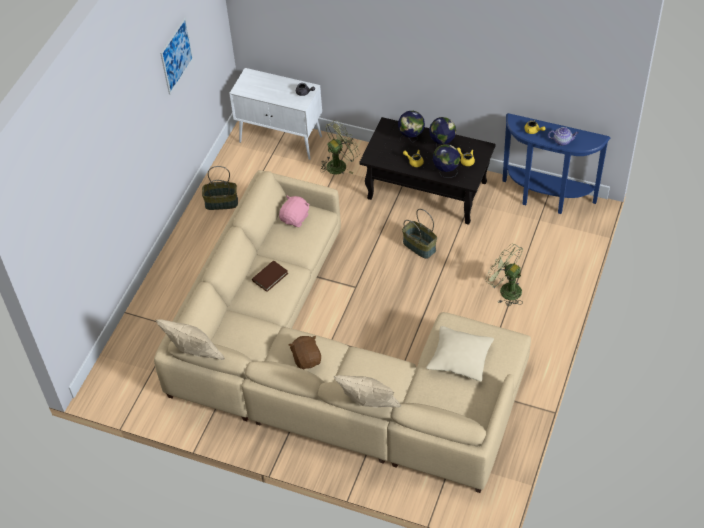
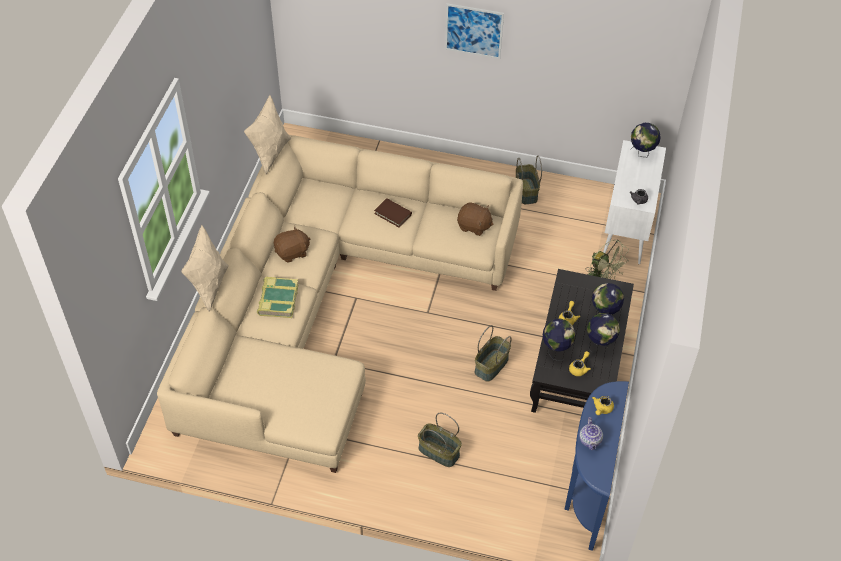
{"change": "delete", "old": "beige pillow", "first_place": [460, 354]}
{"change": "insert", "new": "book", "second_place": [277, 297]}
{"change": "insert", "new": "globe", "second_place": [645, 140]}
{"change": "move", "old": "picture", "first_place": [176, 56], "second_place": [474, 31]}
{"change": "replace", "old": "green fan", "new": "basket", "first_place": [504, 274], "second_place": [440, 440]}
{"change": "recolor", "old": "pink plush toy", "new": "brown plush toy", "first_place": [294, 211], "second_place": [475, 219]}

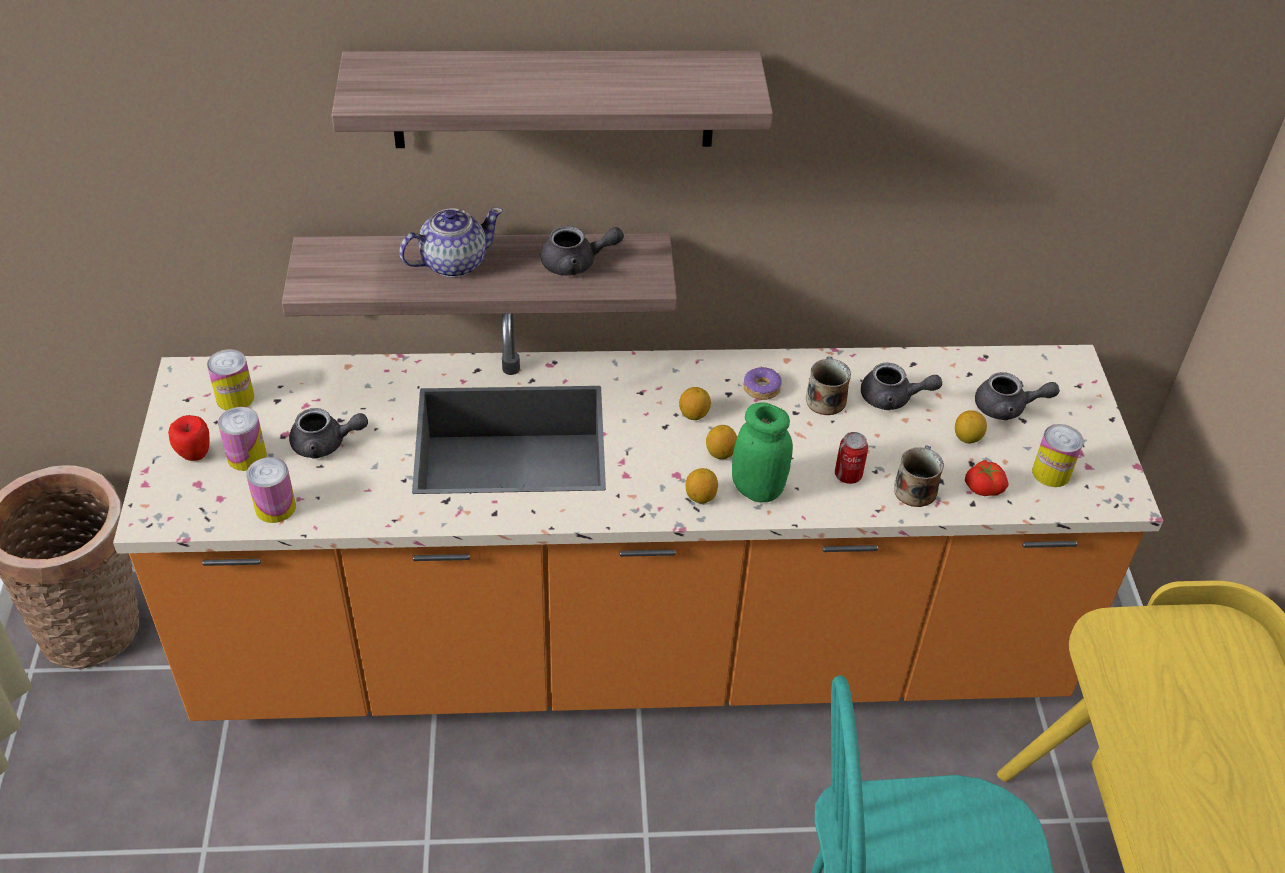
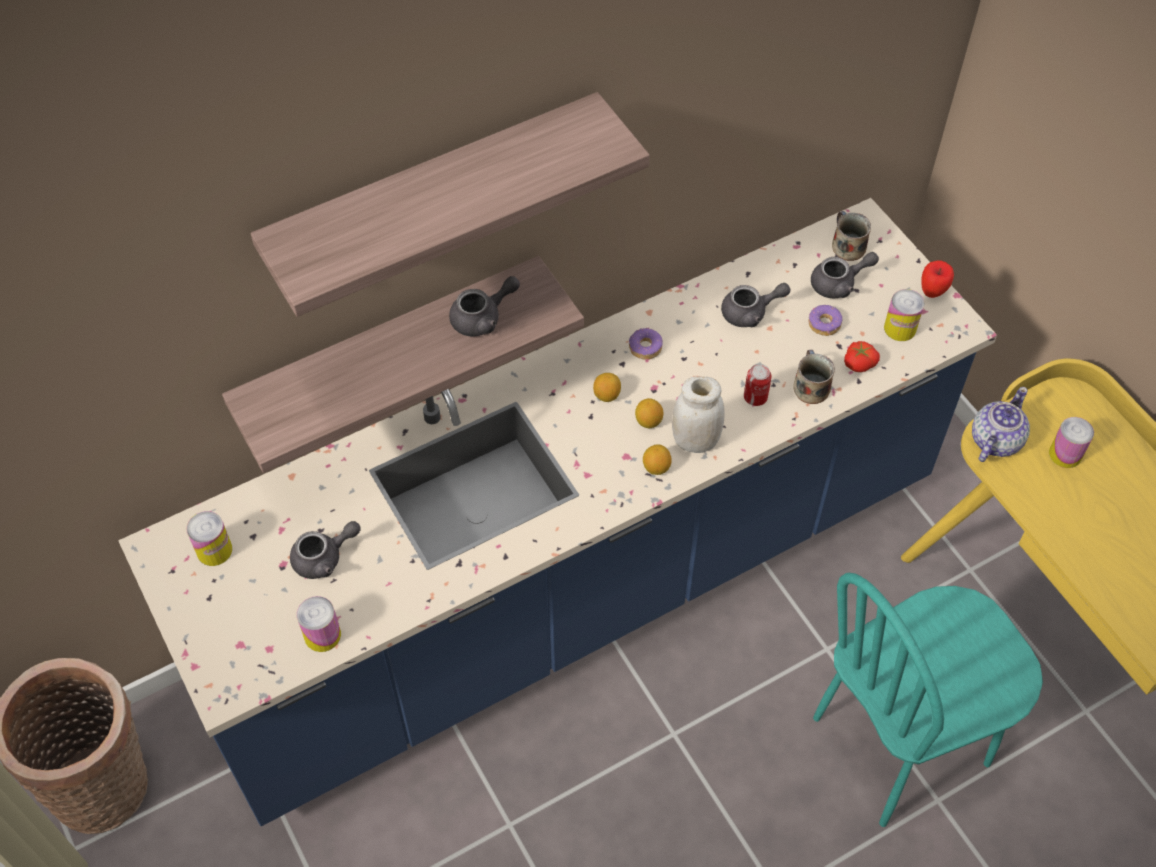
{"change": "move", "old": "apple", "first_place": [189, 438], "second_place": [937, 279]}
{"change": "move", "old": "can", "first_place": [242, 439], "second_place": [1071, 442]}
{"change": "move", "old": "teapot", "first_place": [451, 242], "second_place": [1001, 424]}
{"change": "move", "old": "mug", "first_place": [828, 386], "second_place": [851, 236]}
{"change": "replace", "old": "lemon", "new": "donut", "first_place": [971, 426], "second_place": [825, 320]}
{"change": "recolor", "old": "orange counter", "new": "blue counter", "first_place": [638, 517], "second_place": [557, 512]}
{"change": "recolor", "old": "green jar", "new": "white jar", "first_place": [762, 452], "second_place": [698, 414]}

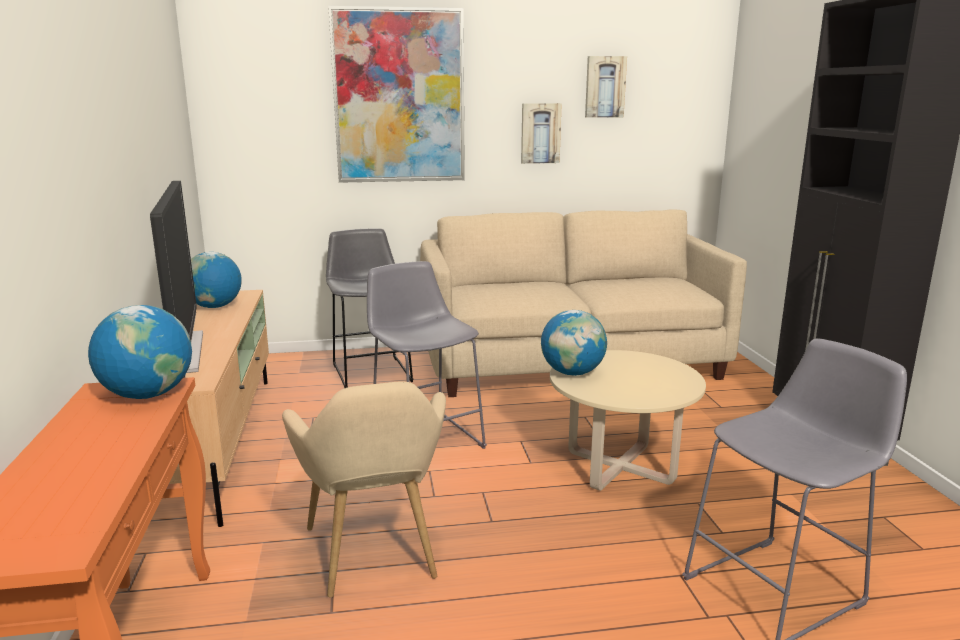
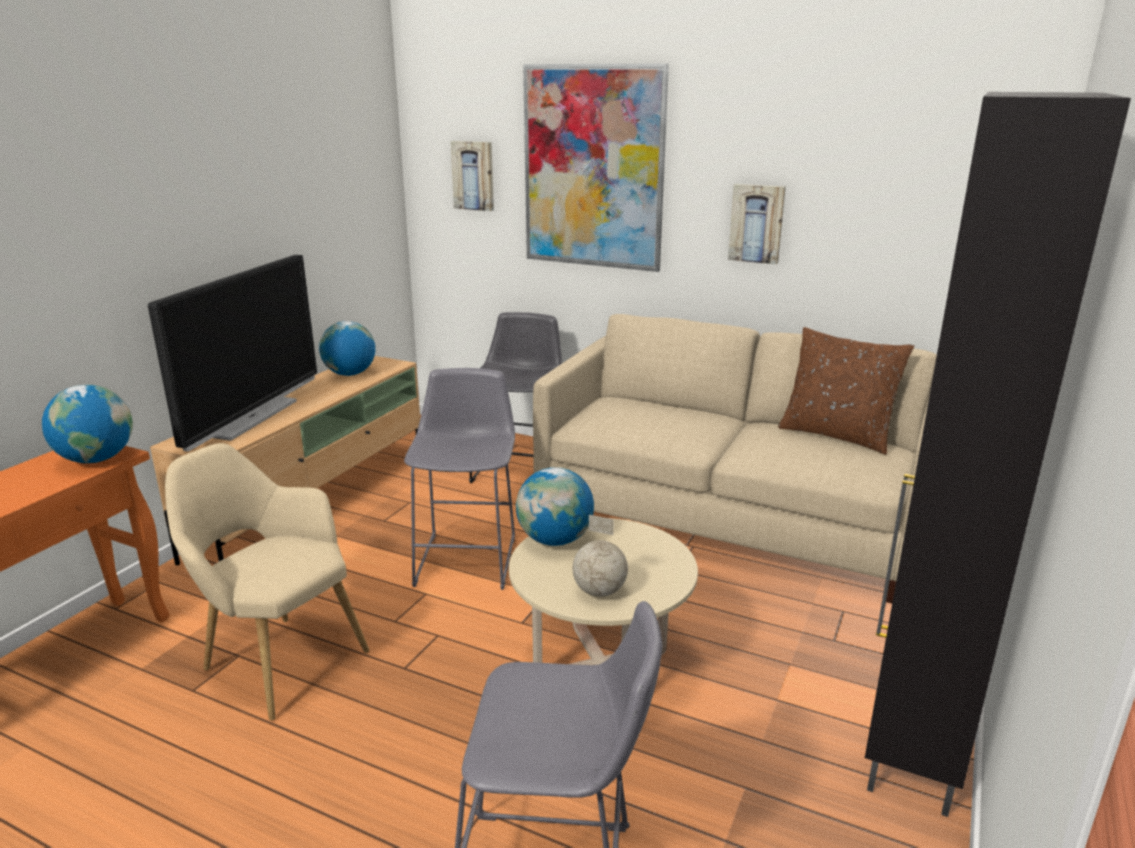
{"change": "insert", "new": "globe", "second_place": [600, 556]}
{"change": "insert", "new": "brown pillow", "second_place": [846, 391]}
{"change": "move", "old": "picture", "first_place": [606, 87], "second_place": [472, 176]}
{"change": "rotate", "old": "beige armchair", "first_place": [364, 489], "second_place": [267, 582], "degrees": 105}

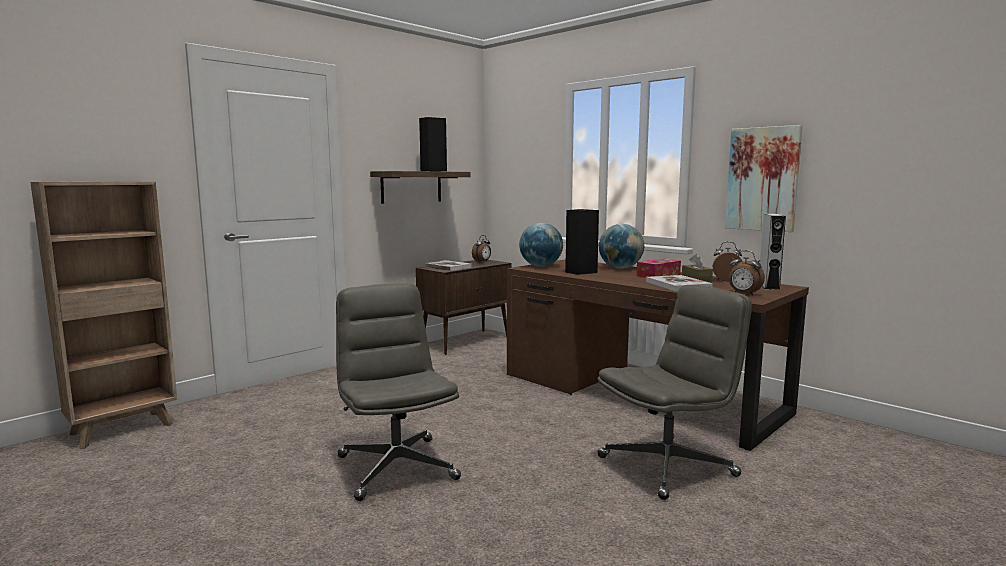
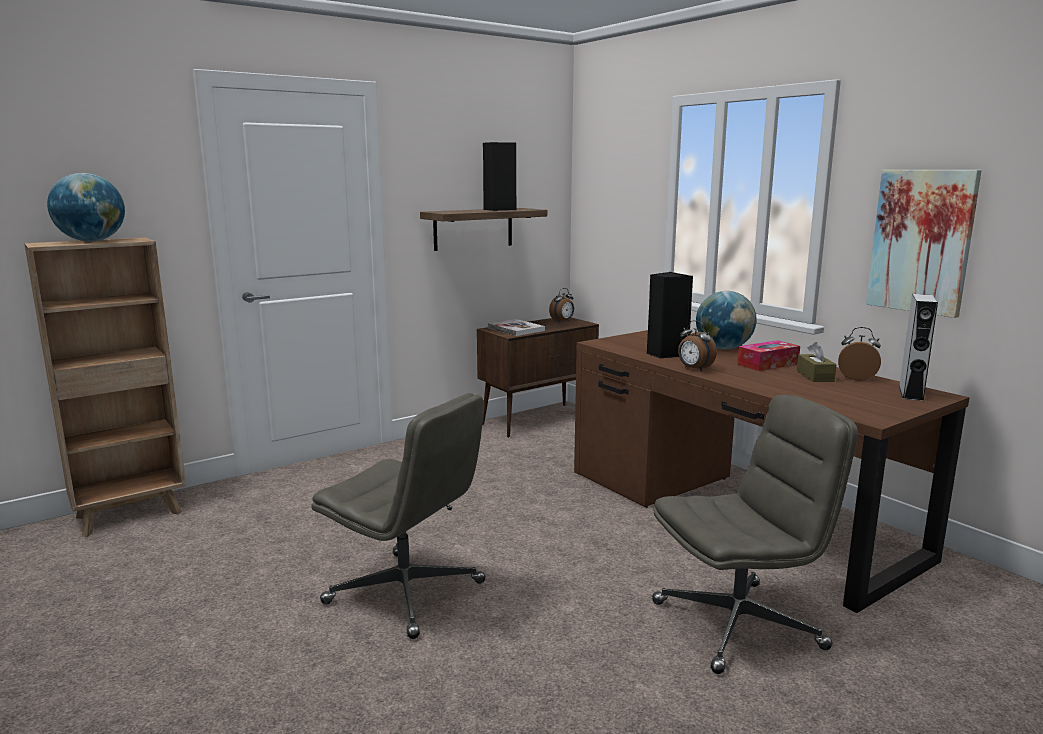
{"change": "delete", "old": "book", "first_place": [679, 283]}
{"change": "move", "old": "globe", "first_place": [541, 245], "second_place": [86, 207]}
{"change": "move", "old": "alarm clock", "first_place": [747, 273], "second_place": [697, 346]}
{"change": "rotate", "old": "grey office chair", "first_place": [398, 392], "second_place": [398, 516], "degrees": 135}

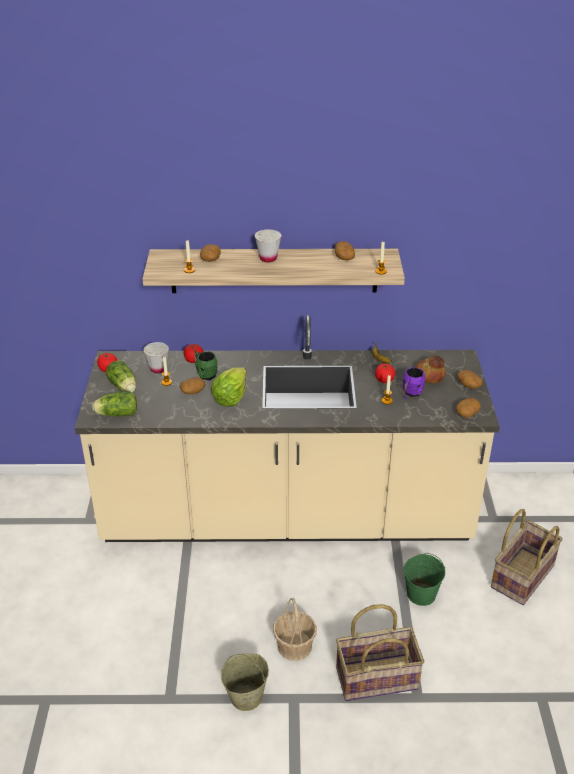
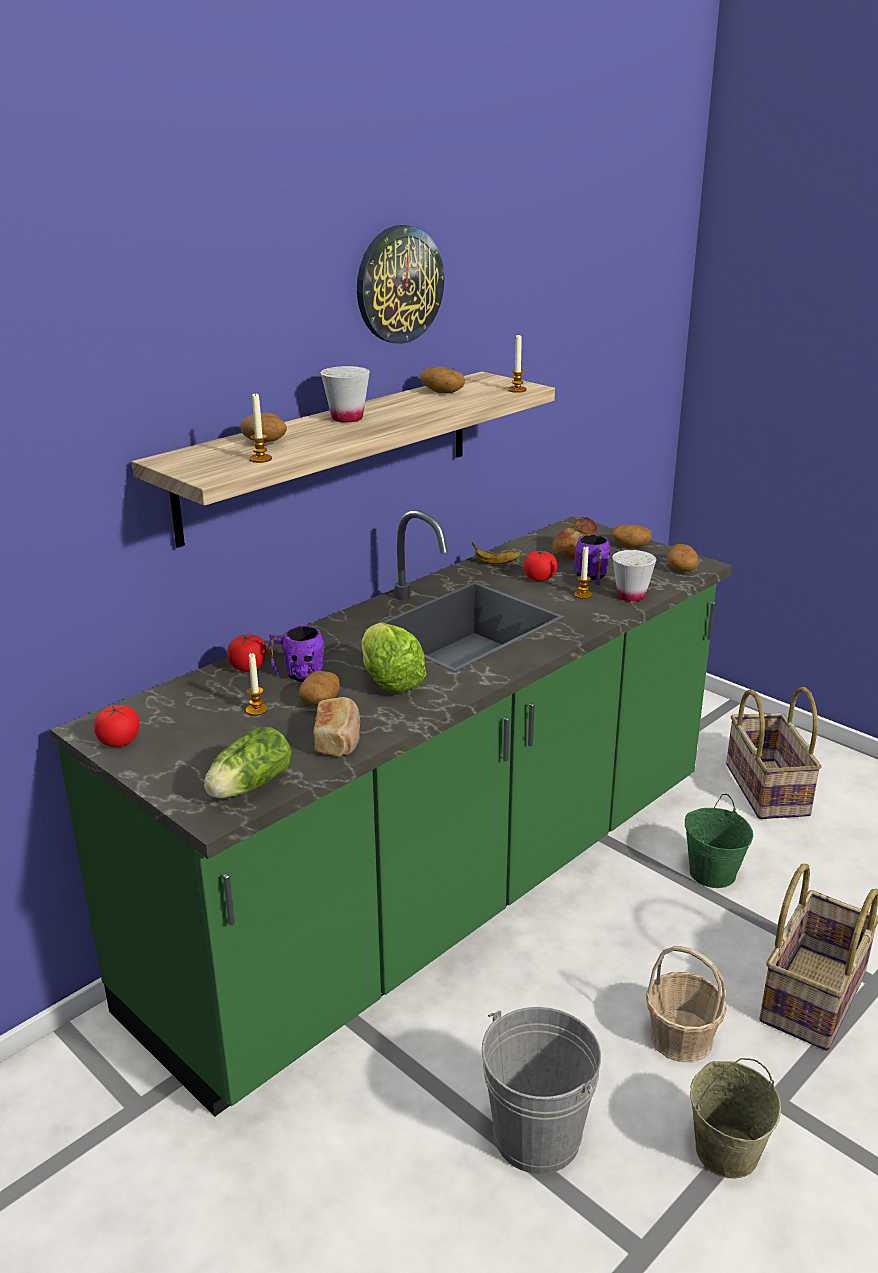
{"change": "delete", "old": "lettuce", "first_place": [121, 376]}
{"change": "insert", "new": "bread", "second_place": [336, 727]}
{"change": "insert", "new": "wall clock", "second_place": [400, 284]}
{"change": "insert", "new": "grey bucket", "second_place": [541, 1090]}
{"change": "move", "old": "white cup", "first_place": [156, 357], "second_place": [634, 576]}
{"change": "recolor", "old": "beige counter", "new": "green counter", "first_place": [287, 428], "second_place": [391, 813]}
{"change": "recolor", "old": "green mug", "new": "purple mug", "first_place": [205, 365], "second_place": [296, 654]}

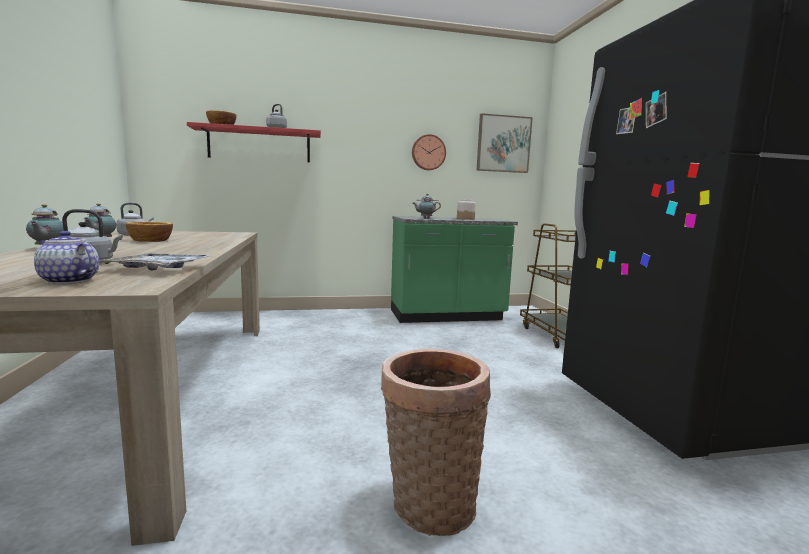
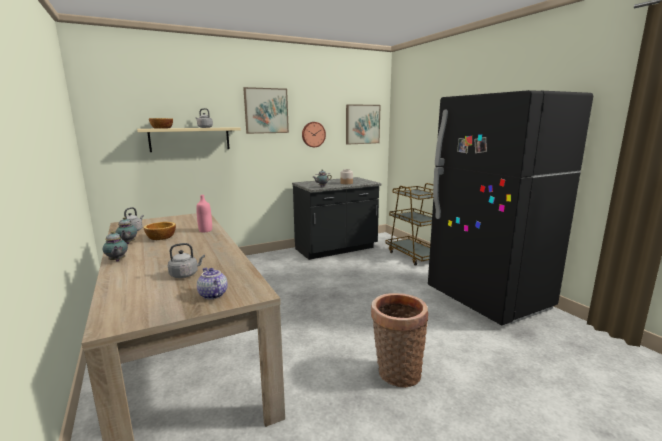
{"change": "delete", "old": "tray", "first_place": [155, 262]}
{"change": "insert", "new": "pink bottle", "second_place": [204, 213]}
{"change": "insert", "new": "picture", "second_place": [266, 110]}
{"change": "recolor", "old": "red shelf", "new": "beige shelf", "first_place": [254, 142], "second_place": [189, 139]}
{"change": "recolor", "old": "green counter", "new": "black counter", "first_place": [454, 269], "second_place": [337, 218]}
{"change": "rotate", "old": "teapot", "first_place": [66, 257], "second_place": [212, 283], "degrees": 45}

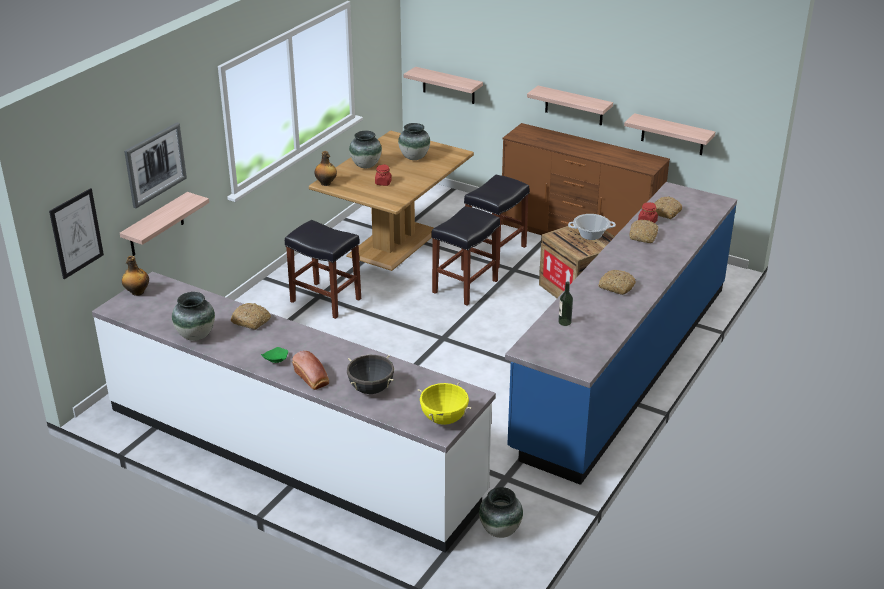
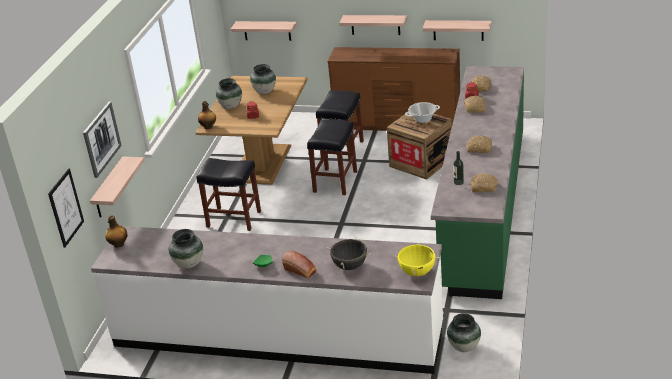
{"change": "move", "old": "bread", "first_place": [251, 316], "second_place": [484, 182]}
{"change": "recolor", "old": "blue counter", "new": "green counter", "first_place": [621, 333], "second_place": [477, 182]}

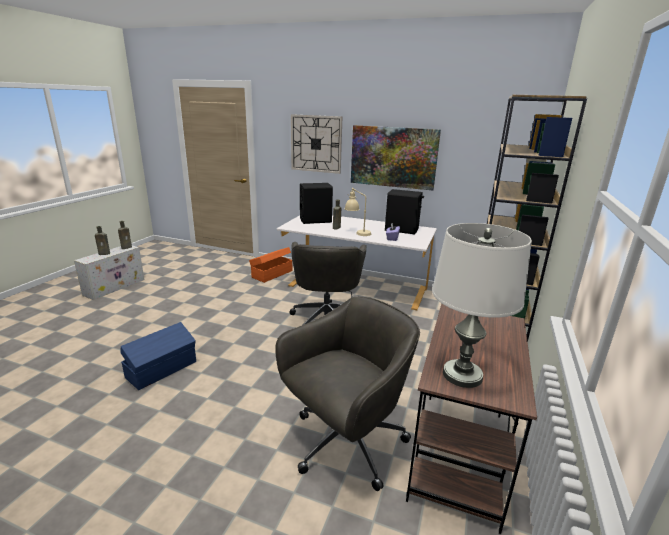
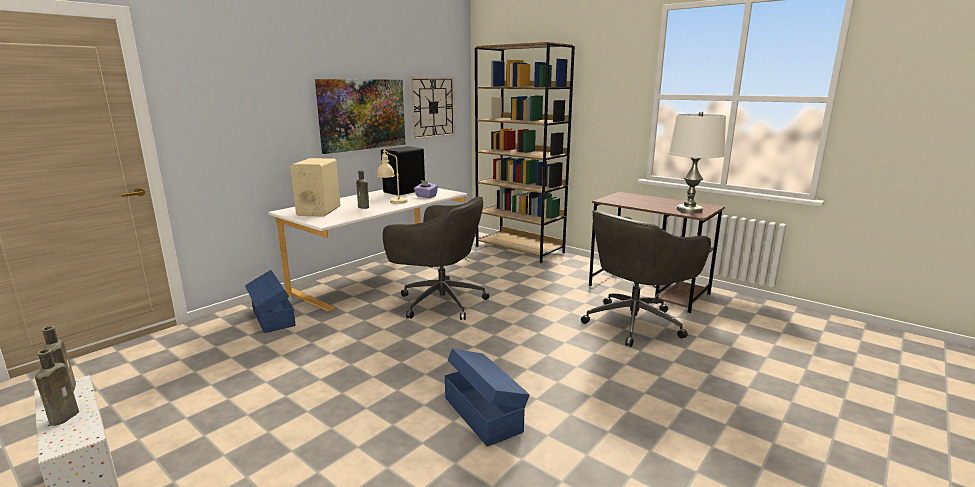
{"change": "move", "old": "wall clock", "first_place": [316, 144], "second_place": [432, 108]}
{"change": "recolor", "old": "orange storage box", "new": "blue storage box", "first_place": [270, 265], "second_place": [270, 301]}
{"change": "recolor", "old": "black speaker", "new": "beige speaker", "first_place": [316, 203], "second_place": [315, 187]}
{"change": "rotate", "old": "grey office chair", "first_place": [347, 393], "second_place": [646, 278], "degrees": -105}

